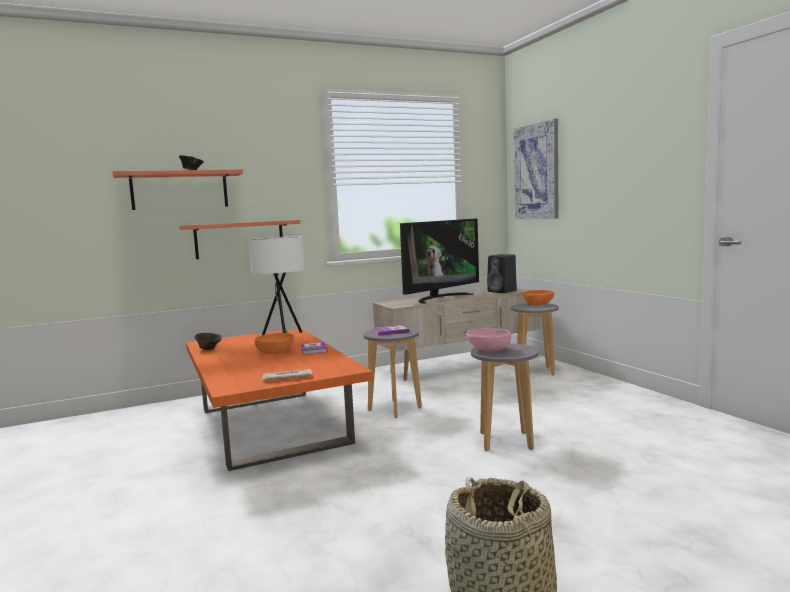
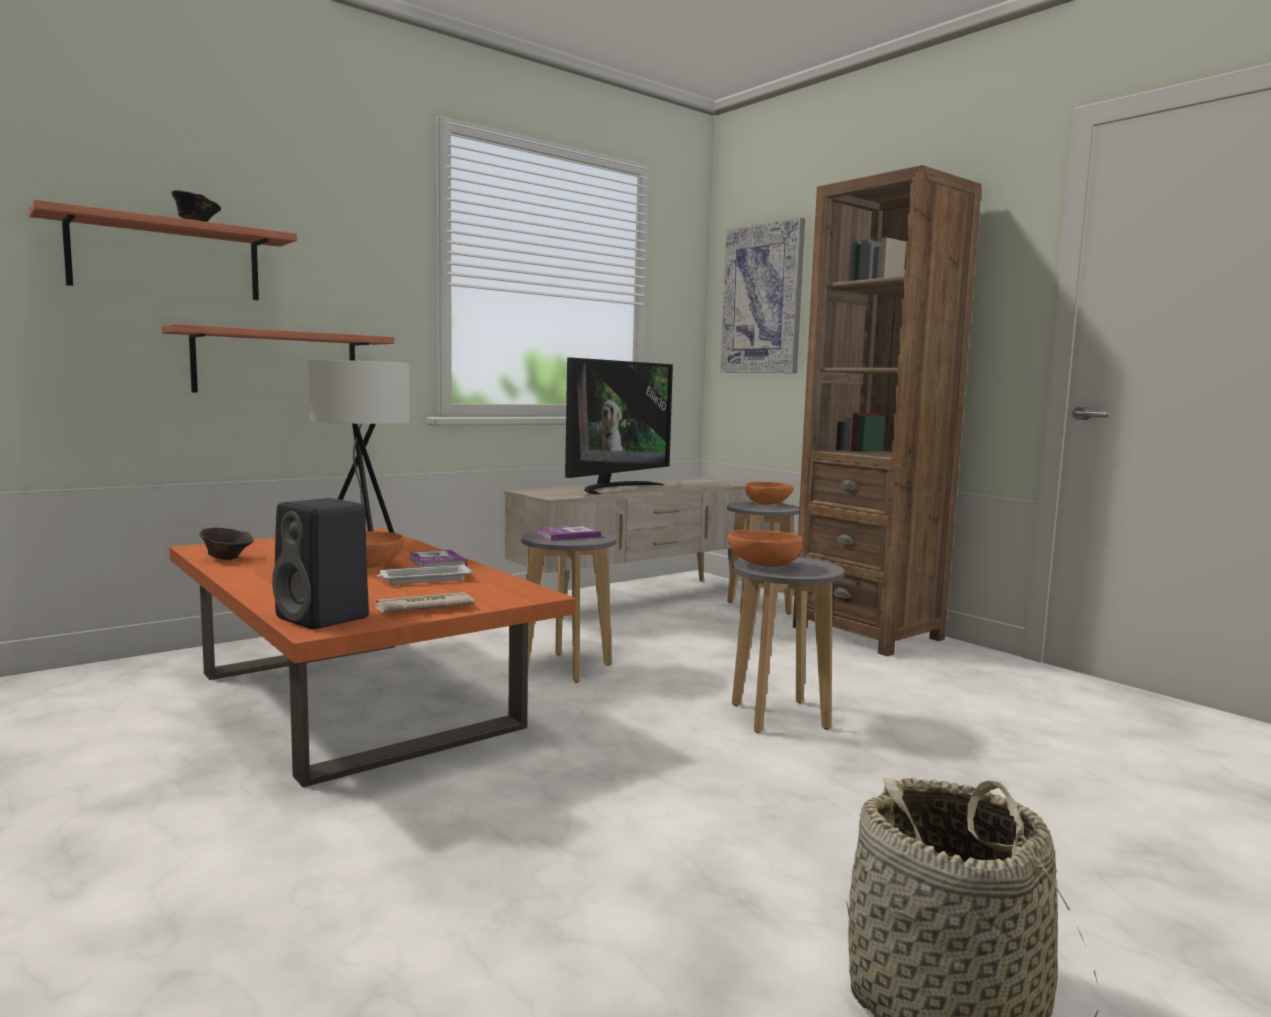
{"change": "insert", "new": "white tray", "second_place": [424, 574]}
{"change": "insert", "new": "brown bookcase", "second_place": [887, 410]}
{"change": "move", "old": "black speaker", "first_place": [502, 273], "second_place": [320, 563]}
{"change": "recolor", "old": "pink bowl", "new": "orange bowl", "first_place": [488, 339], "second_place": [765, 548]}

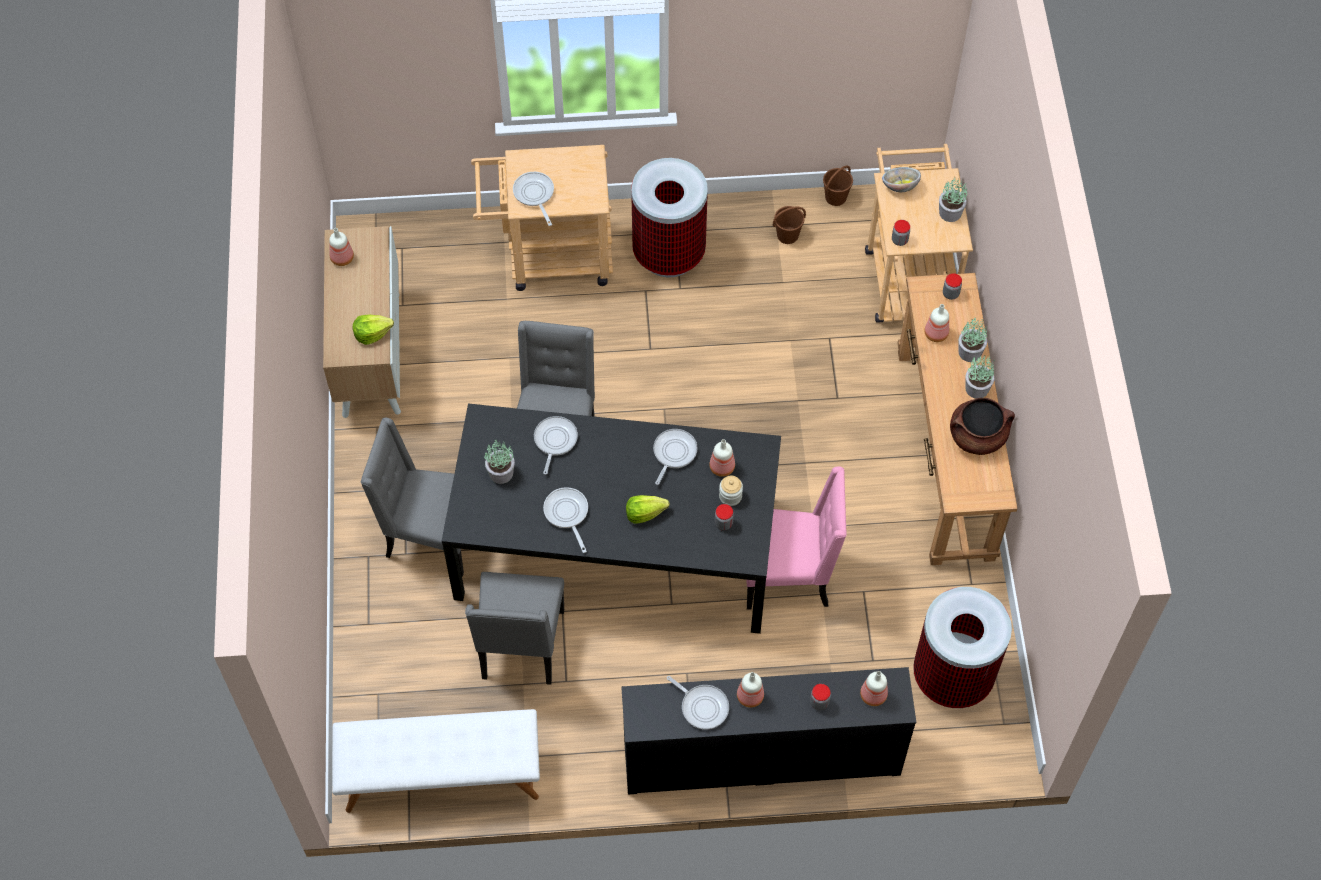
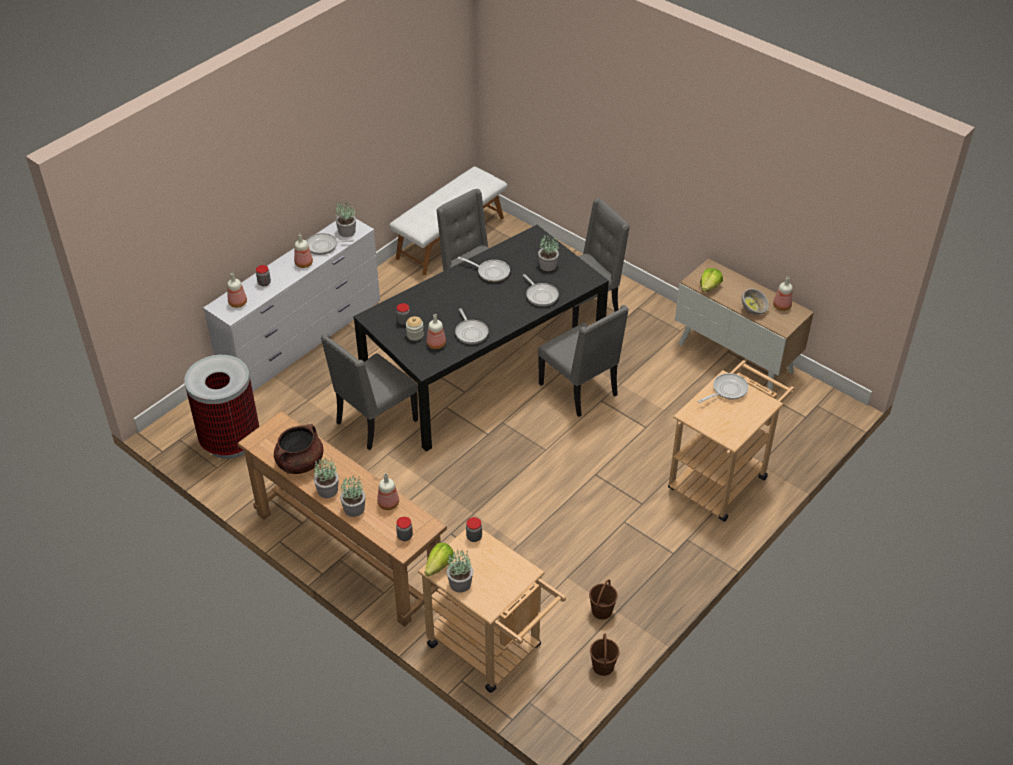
{"change": "delete", "old": "trash can", "first_place": [669, 217]}
{"change": "insert", "new": "potted plant", "second_place": [346, 219]}
{"change": "move", "old": "lettuce", "first_place": [648, 509], "second_place": [439, 560]}
{"change": "move", "old": "bowl", "first_place": [901, 179], "second_place": [755, 301]}
{"change": "recolor", "old": "black dresser", "new": "white dresser", "first_place": [768, 731], "second_place": [291, 305]}
{"change": "recolor", "old": "pink chair", "new": "grey chair", "first_place": [797, 538], "second_place": [369, 391]}
{"change": "rotate", "old": "frying pan", "first_place": [533, 199], "second_place": [723, 388], "degrees": -60}

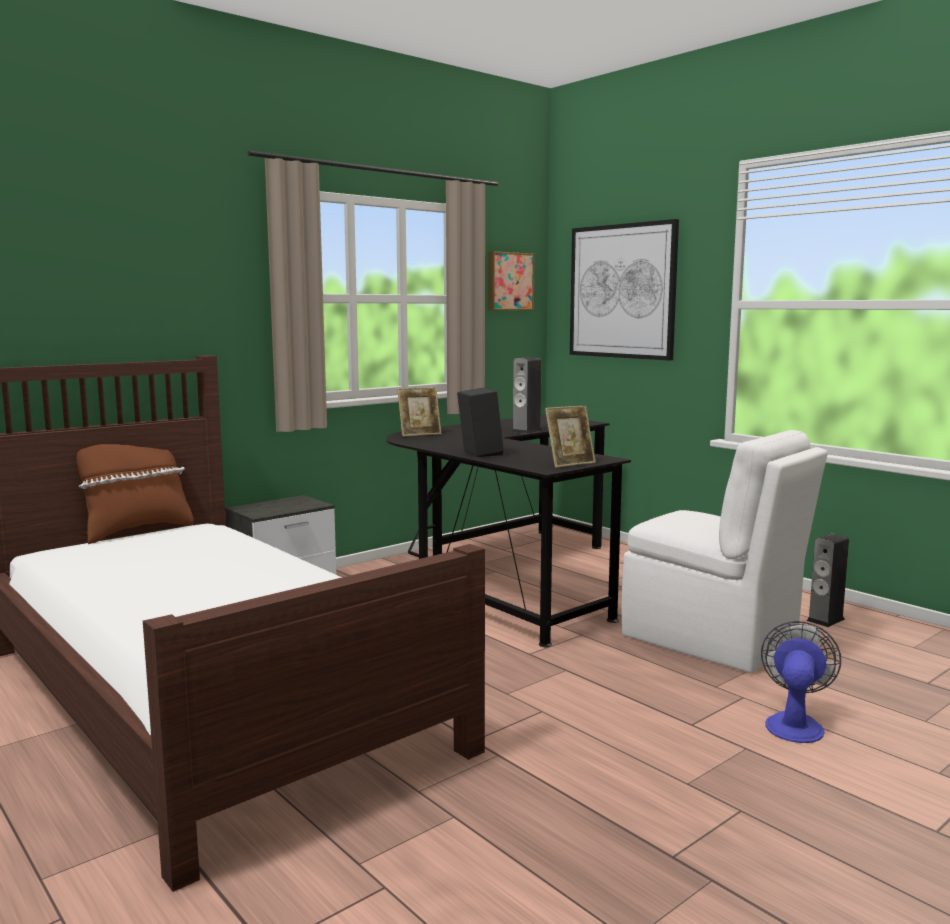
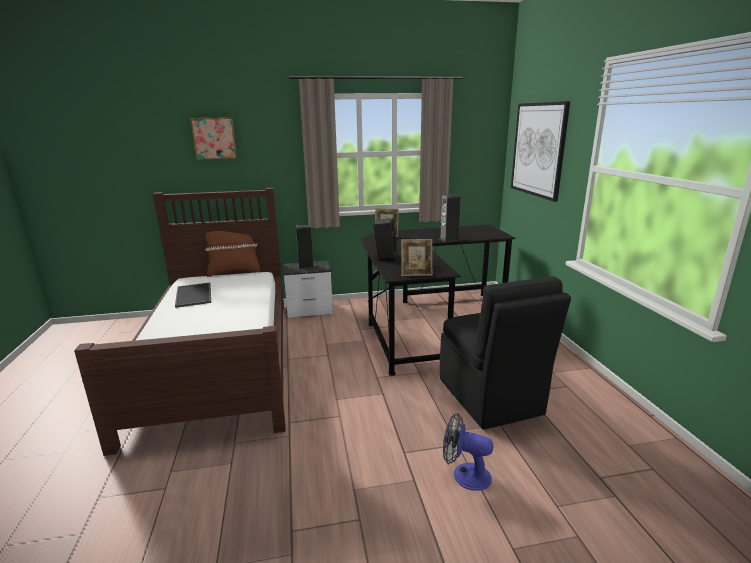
{"change": "insert", "new": "tray", "second_place": [193, 295]}
{"change": "move", "old": "picture", "first_place": [511, 280], "second_place": [213, 138]}
{"change": "move", "old": "speaker", "first_place": [828, 580], "second_place": [305, 247]}
{"change": "recolor", "old": "white chair", "new": "black chair", "first_place": [725, 551], "second_place": [505, 352]}
{"change": "rotate", "old": "fan", "first_place": [801, 682], "second_place": [468, 451], "degrees": -120}

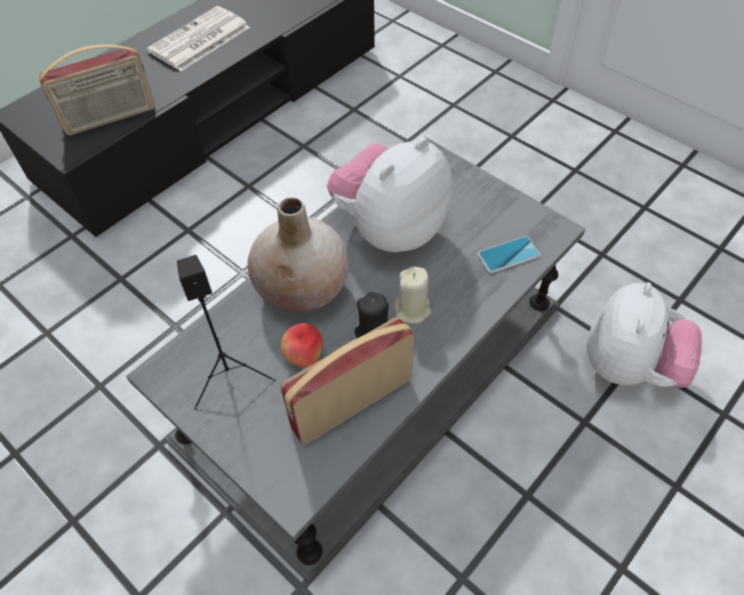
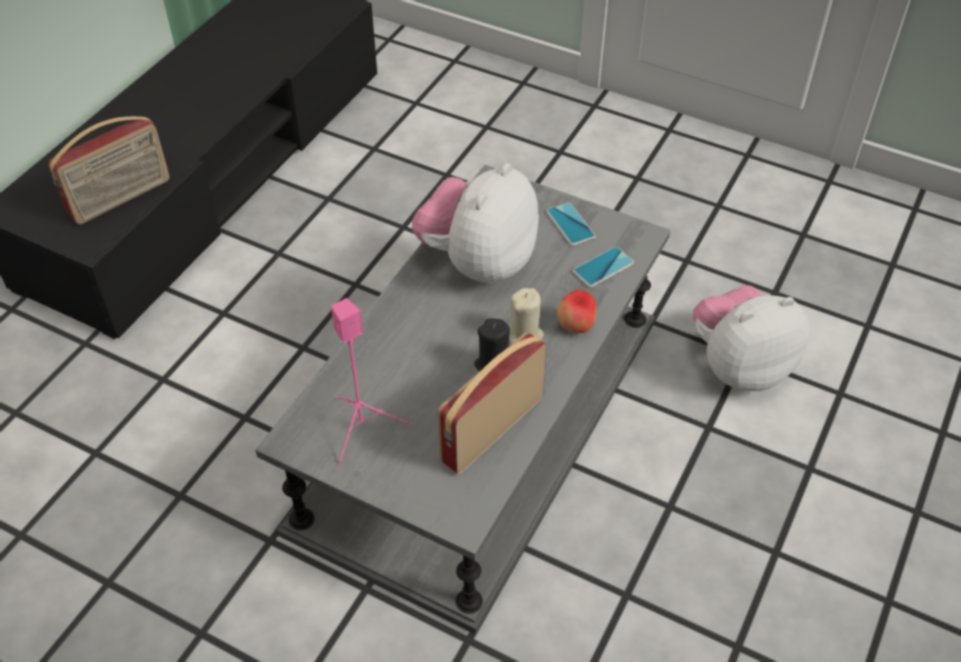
{"change": "delete", "old": "newspaper", "first_place": [198, 38]}
{"change": "delete", "old": "beige vase", "first_place": [298, 254]}
{"change": "insert", "new": "phone", "second_place": [571, 224]}
{"change": "move", "old": "apple", "first_place": [302, 345], "second_place": [577, 311]}
{"change": "recolor", "old": "black speaker", "new": "pink speaker", "first_place": [226, 332], "second_place": [371, 382]}
{"change": "rotate", "old": "plush toy", "first_place": [644, 335], "second_place": [751, 338], "degrees": -120}

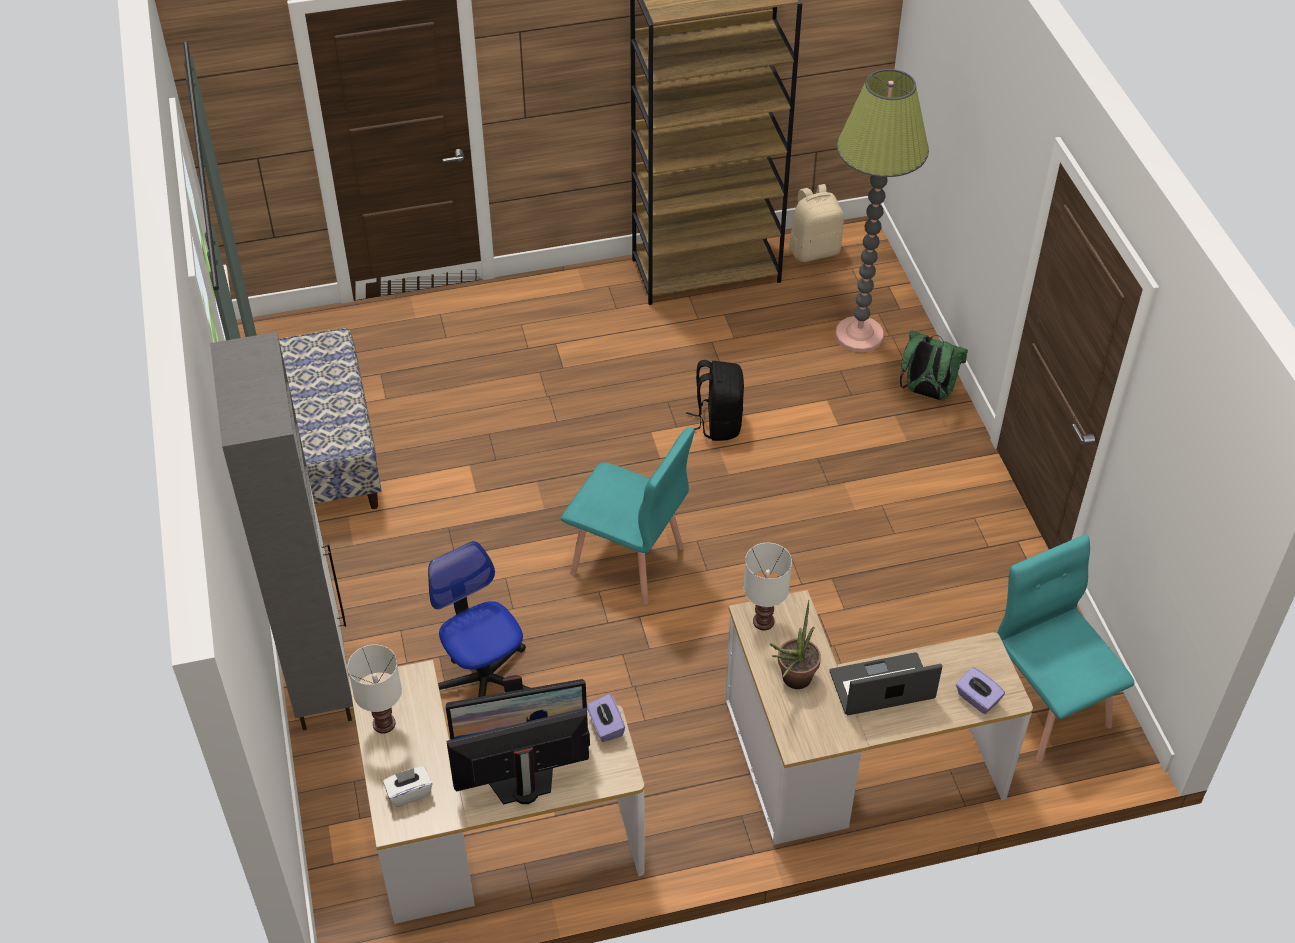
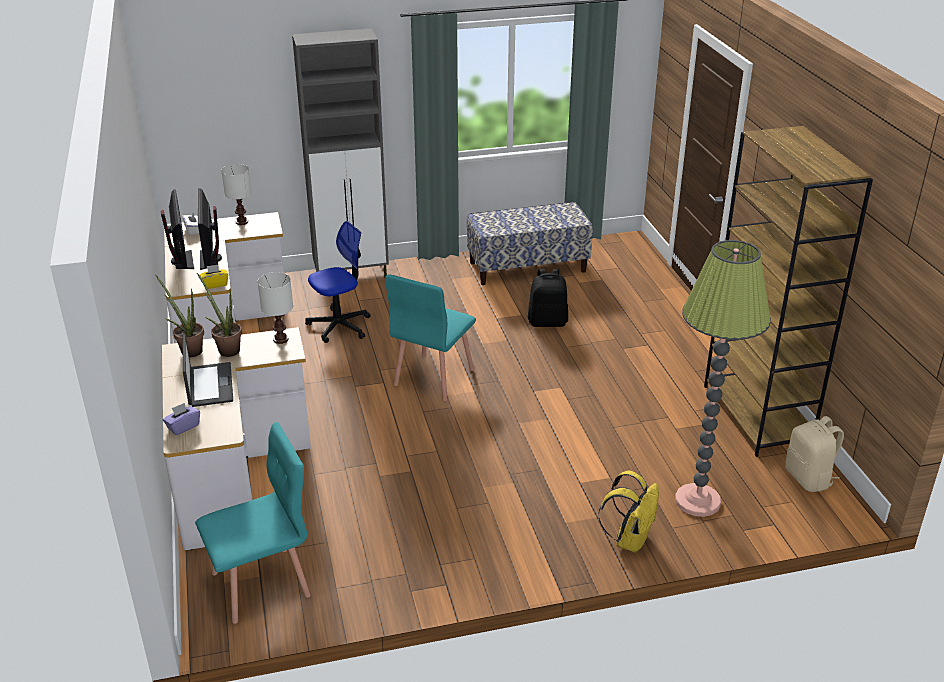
{"change": "insert", "new": "potted plant", "second_place": [180, 316]}
{"change": "move", "old": "black backpack", "first_place": [715, 400], "second_place": [548, 298]}
{"change": "recolor", "old": "purple tissue box", "new": "yellow tissue box", "first_place": [606, 718], "second_place": [214, 277]}
{"change": "recolor", "old": "green backpack", "new": "yellow backpack", "first_place": [934, 365], "second_place": [628, 511]}

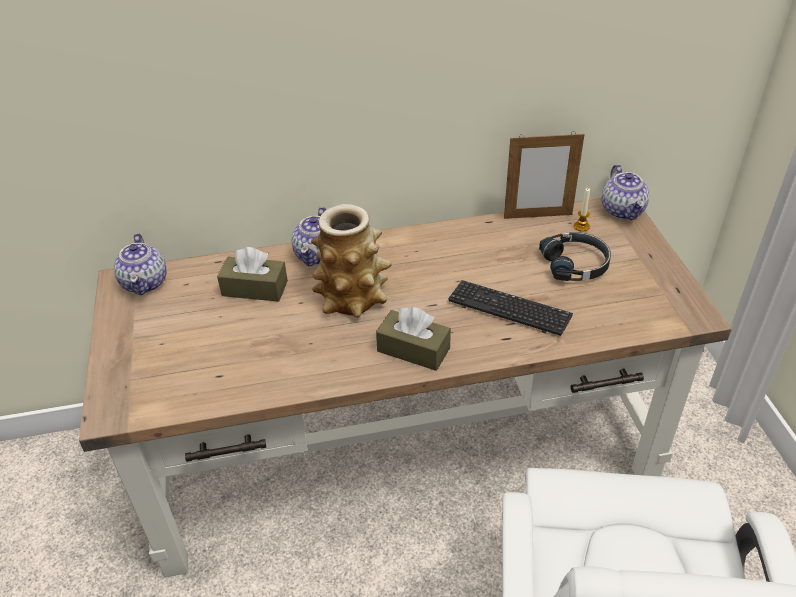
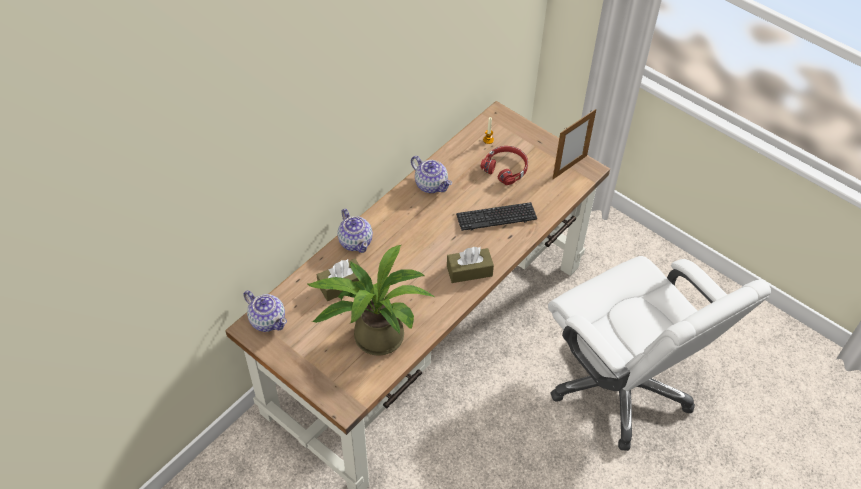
{"change": "delete", "old": "vase", "first_place": [351, 260]}
{"change": "insert", "new": "potted plant", "second_place": [371, 300]}
{"change": "move", "old": "picture frame", "first_place": [544, 175], "second_place": [574, 144]}
{"change": "move", "old": "teapot", "first_place": [625, 192], "second_place": [431, 174]}
{"change": "recolor", "old": "black headphones", "new": "red headphones", "first_place": [575, 256], "second_place": [504, 165]}

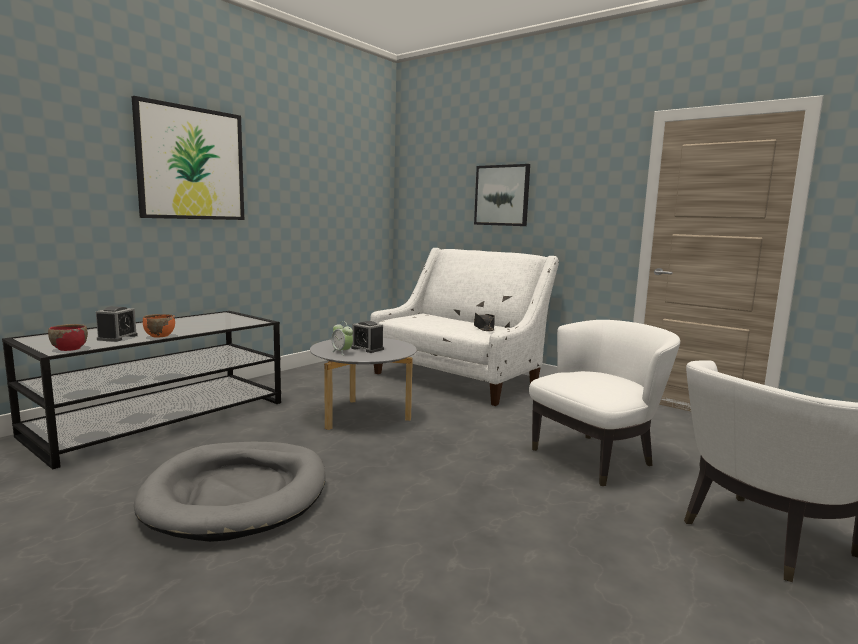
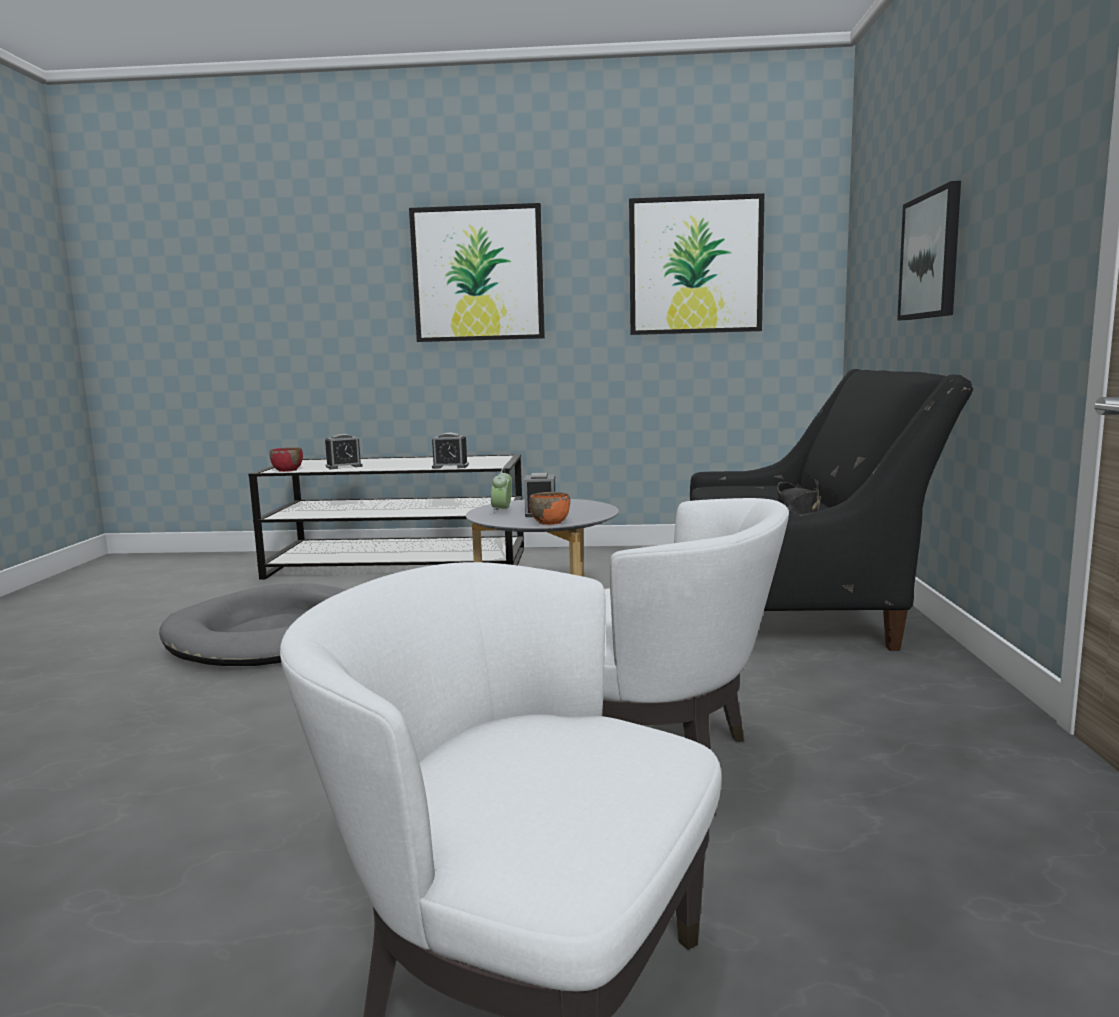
{"change": "insert", "new": "alarm clock", "second_place": [450, 451]}
{"change": "insert", "new": "picture", "second_place": [696, 264]}
{"change": "move", "old": "orange bowl", "first_place": [159, 325], "second_place": [549, 508]}
{"change": "recolor", "old": "white sofa", "new": "black sofa", "first_place": [464, 327], "second_place": [831, 510]}

